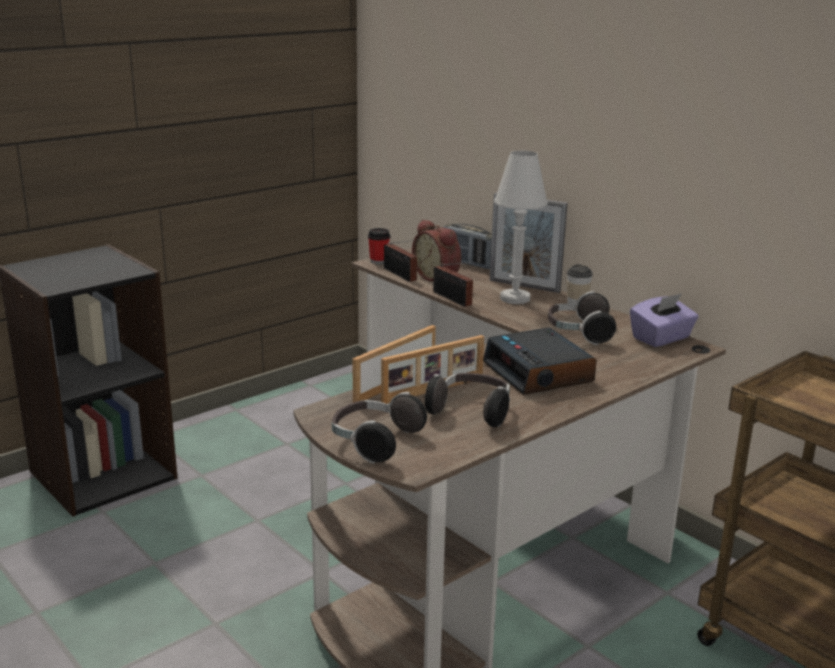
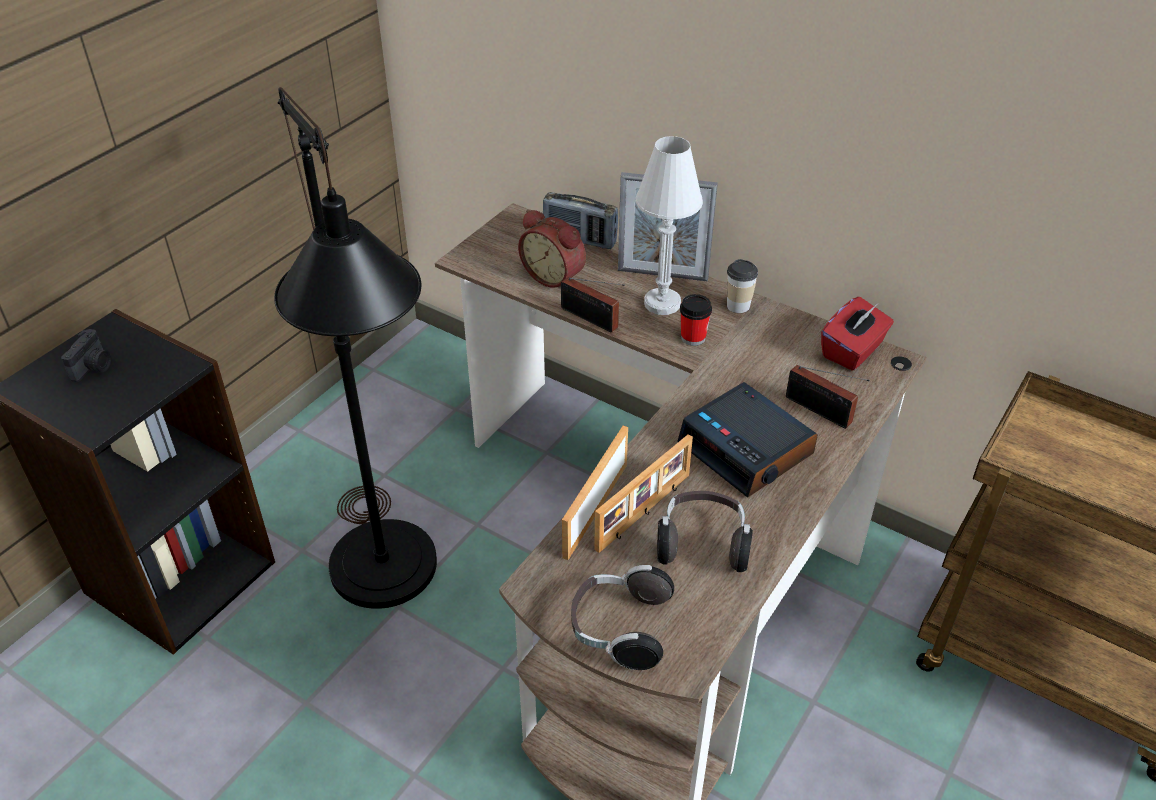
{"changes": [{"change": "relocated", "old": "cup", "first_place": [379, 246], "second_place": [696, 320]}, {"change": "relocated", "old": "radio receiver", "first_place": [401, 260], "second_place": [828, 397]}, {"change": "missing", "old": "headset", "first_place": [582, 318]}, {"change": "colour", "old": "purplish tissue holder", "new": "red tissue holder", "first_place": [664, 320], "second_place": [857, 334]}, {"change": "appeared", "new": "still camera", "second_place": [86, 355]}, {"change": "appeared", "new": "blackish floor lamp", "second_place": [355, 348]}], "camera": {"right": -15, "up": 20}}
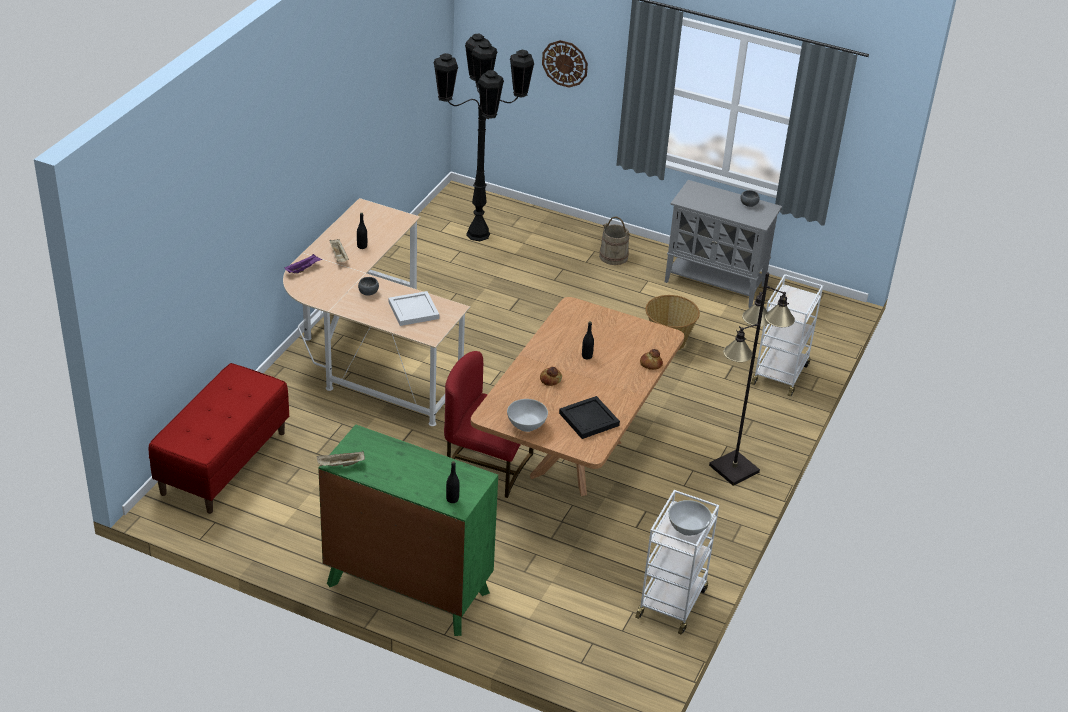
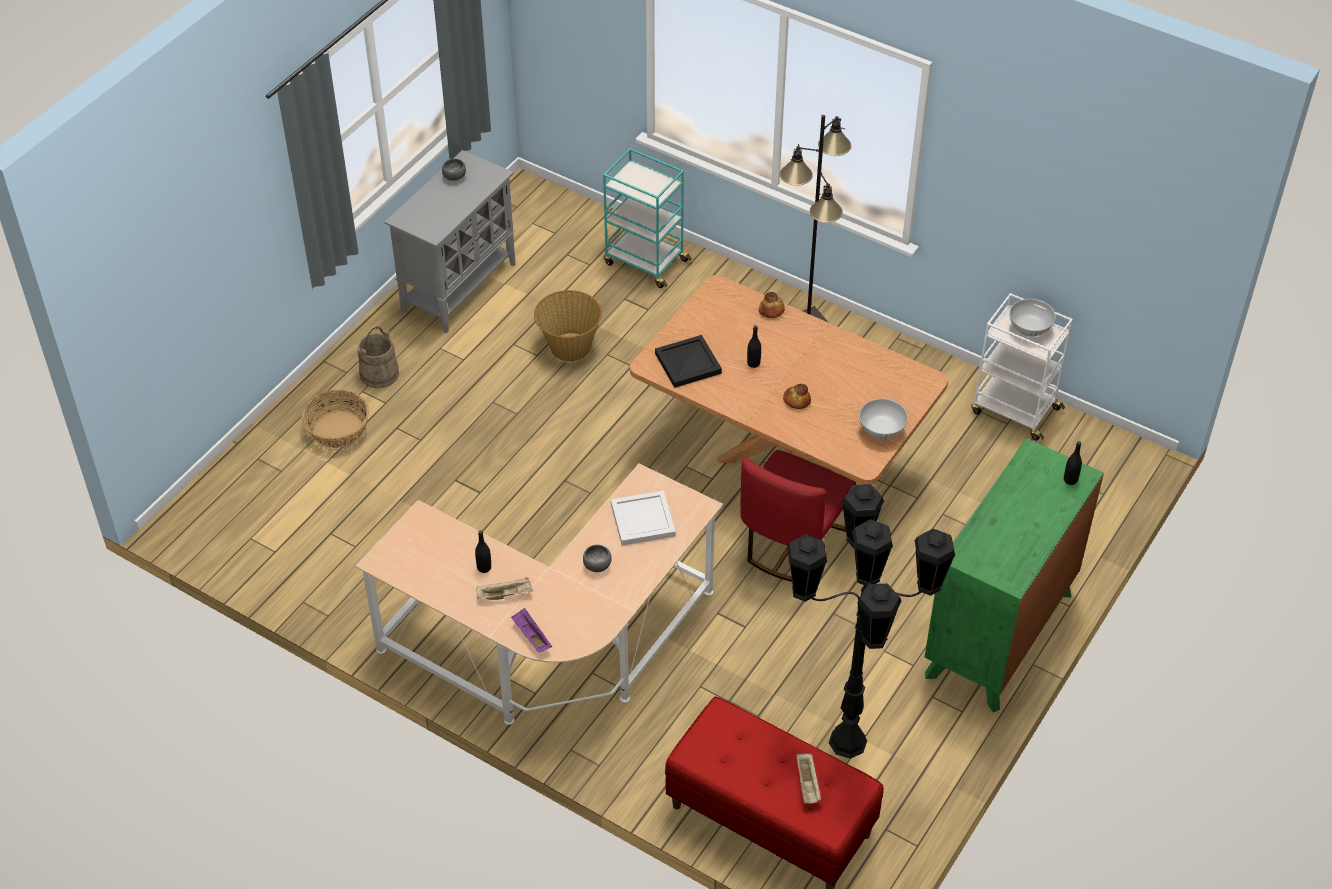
{"changes": [{"change": "relocated", "old": "beige-coloured tray", "first_place": [341, 459], "second_place": [809, 778]}, {"change": "relocated", "old": "blackish floor lamp", "first_place": [484, 137], "second_place": [871, 621]}, {"change": "missing", "old": "clock on the wall", "first_place": [565, 64]}, {"change": "relocated", "old": "blackish tray", "first_place": [589, 417], "second_place": [688, 361]}, {"change": "colour", "old": "white-coloured wheeled cart", "new": "blue-green wheeled cart", "first_place": [787, 335], "second_place": [647, 218]}, {"change": "appeared", "new": "storage basket", "second_place": [335, 418]}], "camera": {"right": -80, "up": 10}}
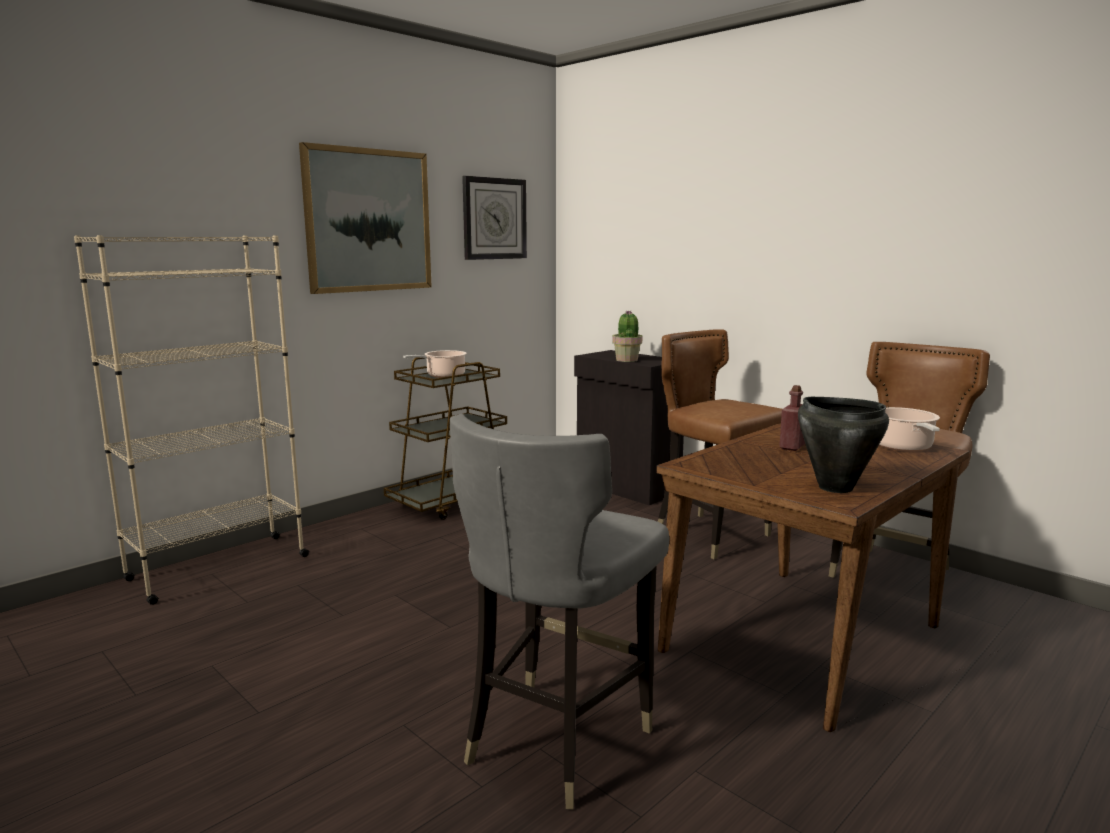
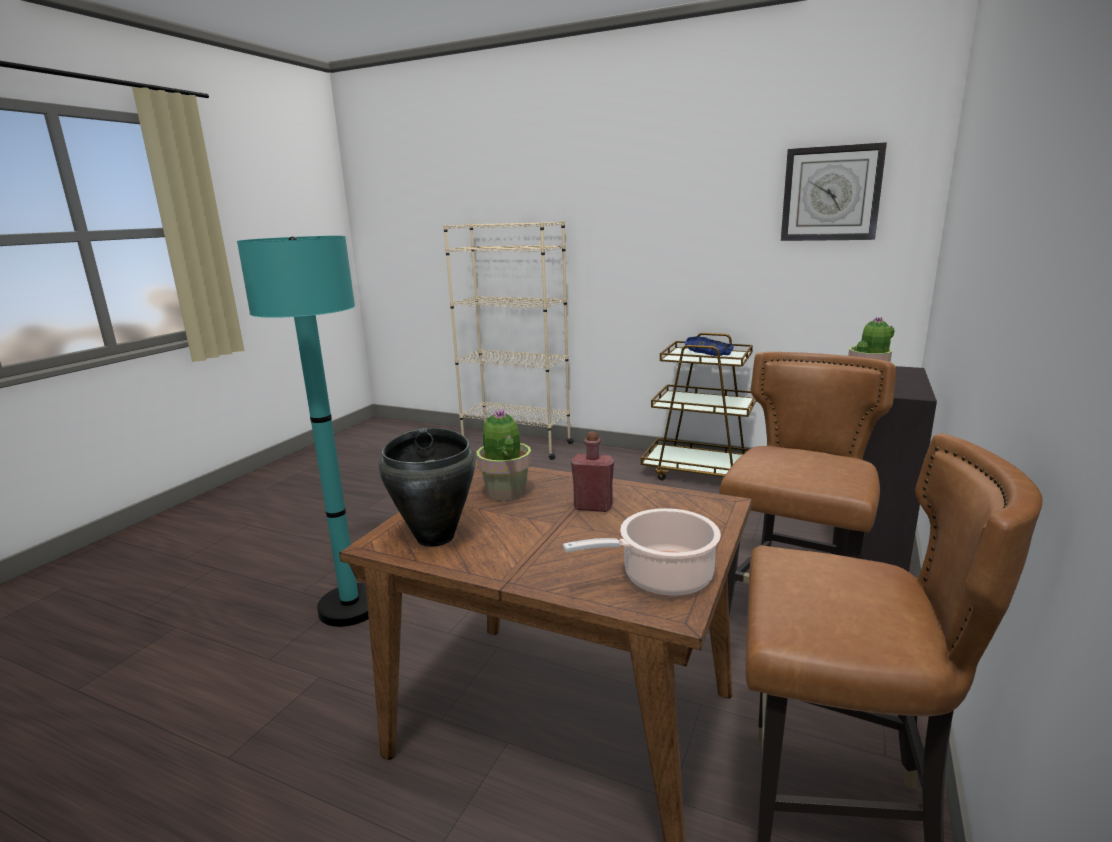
{"changes": [{"change": "missing", "old": "wall art", "first_place": [365, 218]}, {"change": "exchanged", "old": "saucepot", "new": "bluish deep dish", "first_place": [435, 364], "second_place": [709, 346]}, {"change": "exchanged", "old": "greyish plain chair", "new": "blue-green floor lamp", "first_place": [559, 612], "second_place": [303, 431]}, {"change": "appeared", "new": "potted plant", "second_place": [504, 455]}], "camera": {"right": 70, "up": 5}}
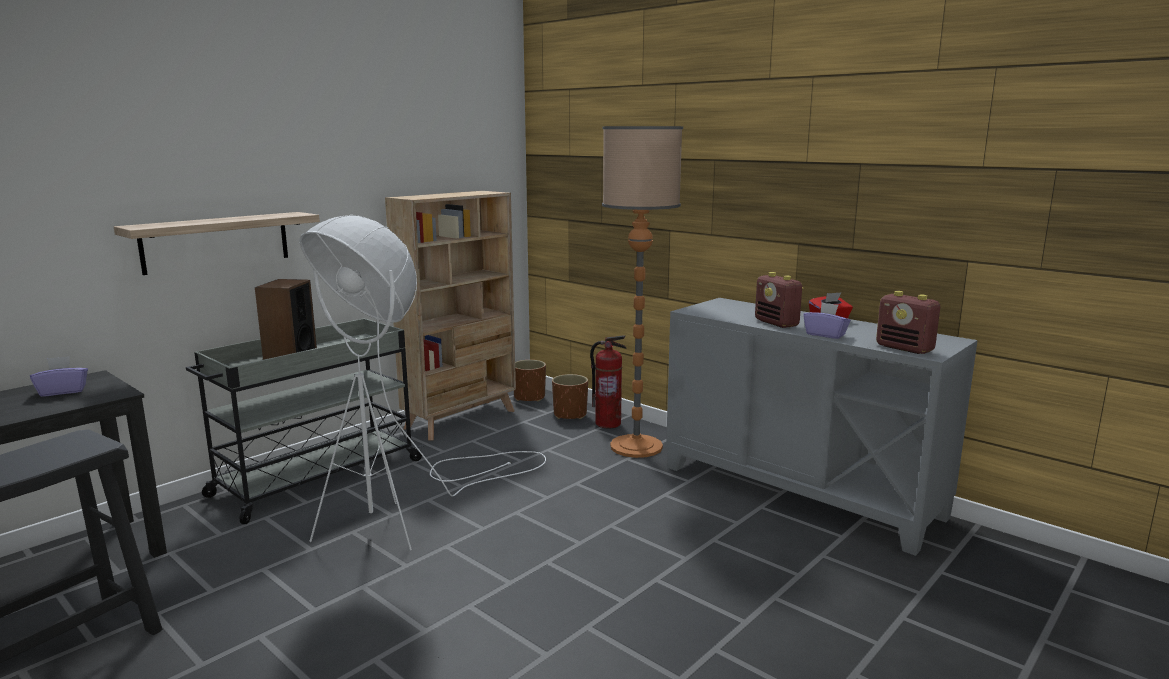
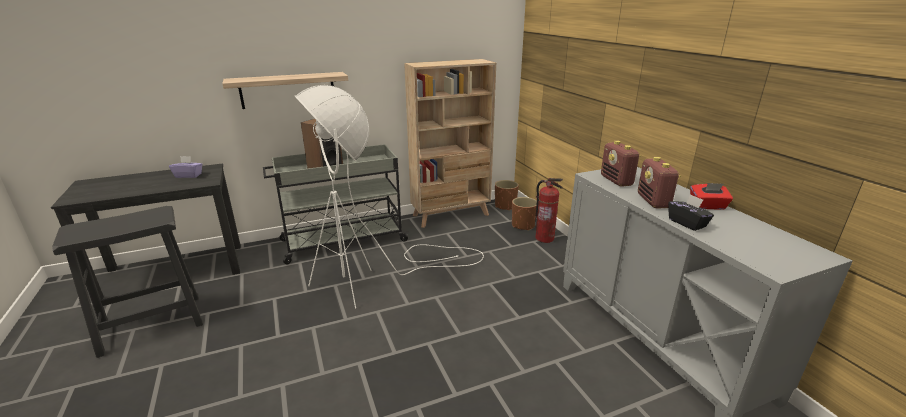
{"changes": [{"change": "missing", "old": "floor lamp", "first_place": [642, 292]}, {"change": "colour", "old": "purplish tissue holder", "new": "blackish tissue holder", "first_place": [827, 320], "second_place": [691, 212]}, {"change": "relocated", "old": "radio receiver", "first_place": [908, 322], "second_place": [621, 163]}], "camera": {"right": 25, "up": 10}}
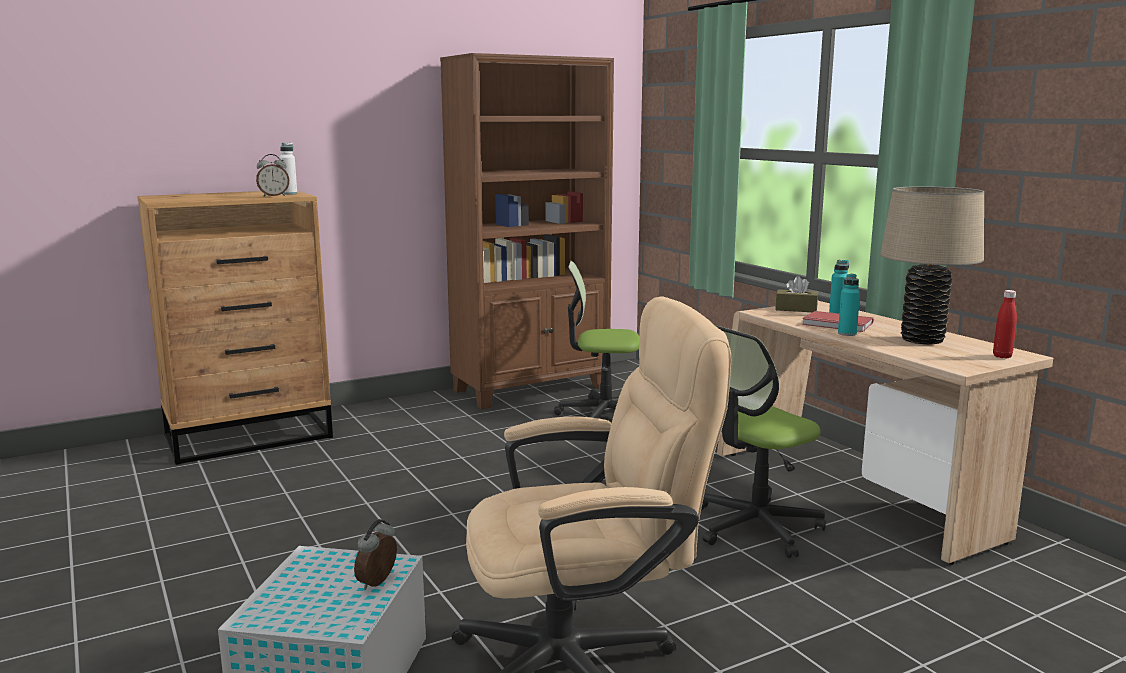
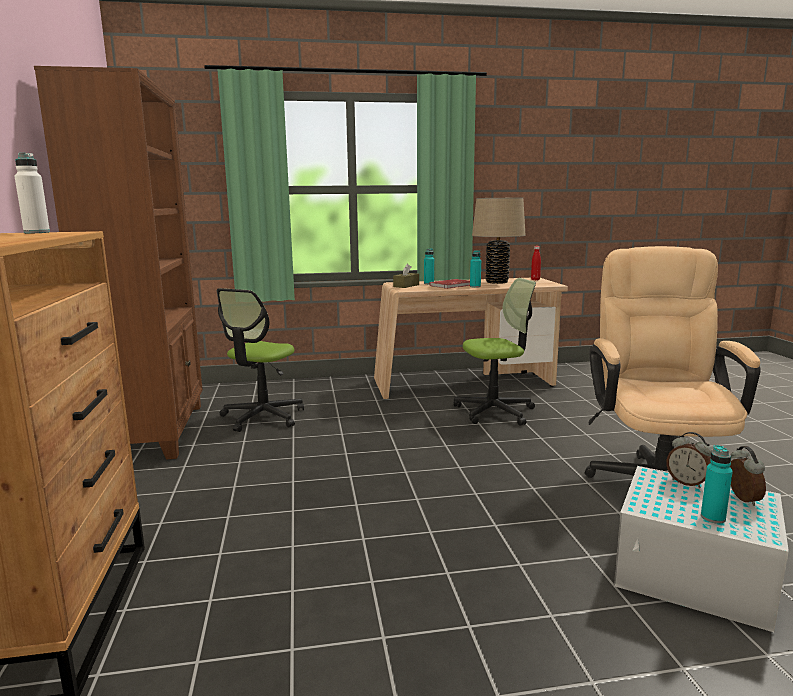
{"changes": [{"change": "relocated", "old": "alarm clock", "first_place": [272, 175], "second_place": [748, 476]}, {"change": "spun", "old": "computer chair", "first_place": [763, 441], "second_place": [494, 352], "degrees": -90}, {"change": "appeared", "new": "blue-green bottle", "second_place": [717, 484]}], "camera": {"right": -70, "up": 0}}
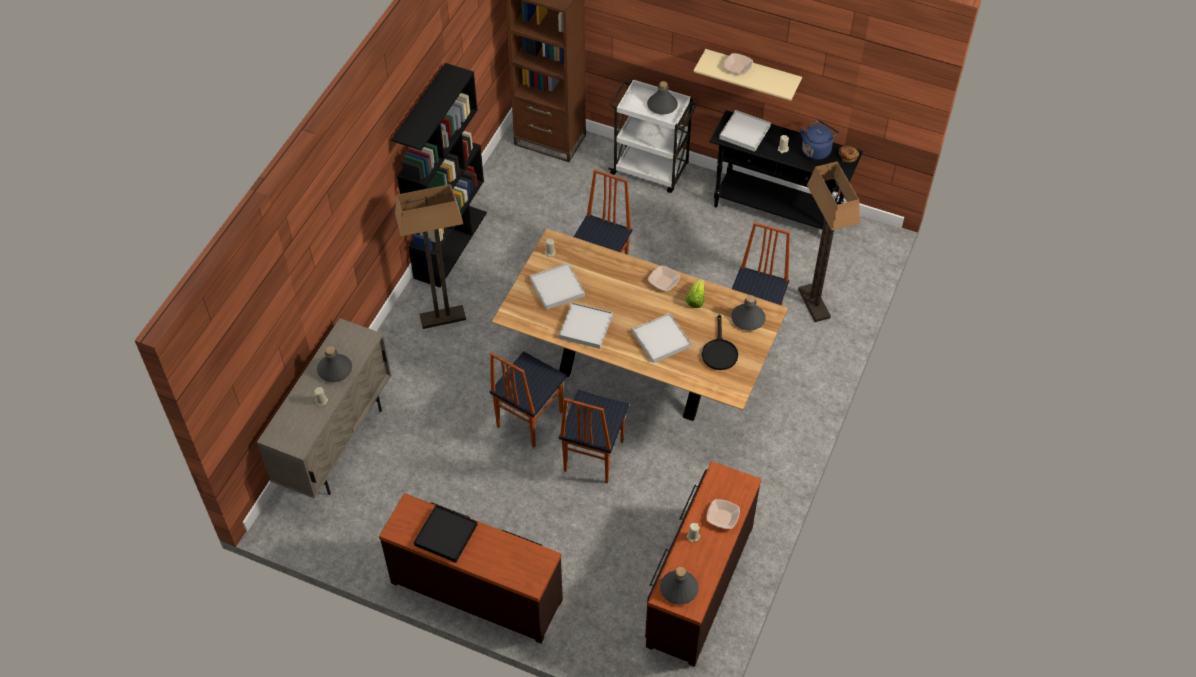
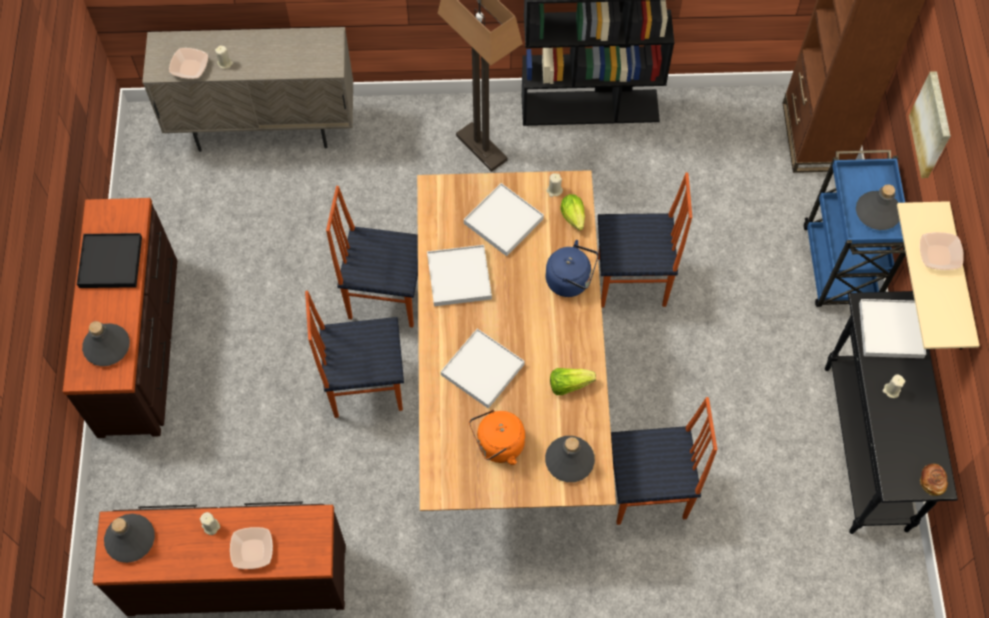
{"changes": [{"change": "relocated", "old": "greyish bottle", "first_place": [334, 364], "second_place": [106, 343]}, {"change": "colour", "old": "white-coloured wheeled cart", "new": "bluish wheeled cart", "first_place": [653, 135], "second_place": [854, 228]}, {"change": "relocated", "old": "deep dish", "first_place": [664, 278], "second_place": [188, 63]}, {"change": "exchanged", "old": "blackish pan", "new": "orange tea kettle", "first_place": [720, 342], "second_place": [497, 437]}, {"change": "missing", "old": "floor lamp", "first_place": [829, 241]}, {"change": "relocated", "old": "bluish tea kettle", "first_place": [820, 139], "second_place": [572, 268]}, {"change": "appeared", "new": "lettuce head", "second_place": [572, 212]}, {"change": "appeared", "new": "wall art", "second_place": [930, 124]}], "camera": {"right": 65, "up": 10}}
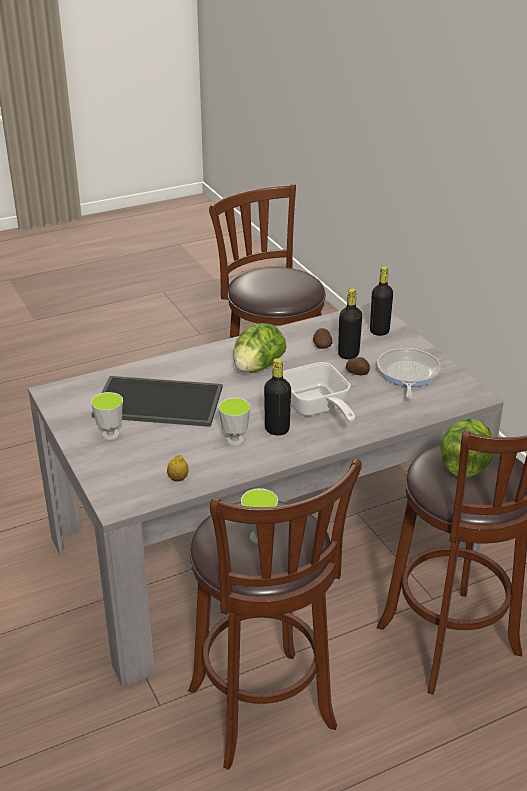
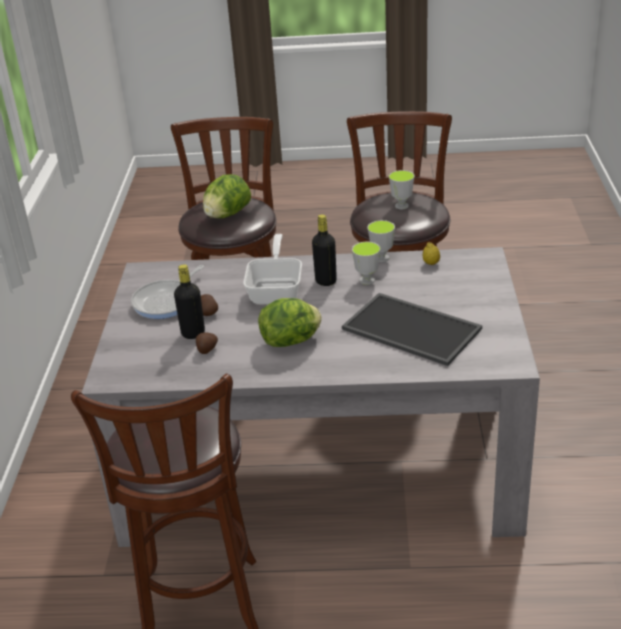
{"changes": [{"change": "relocated", "old": "cup", "first_place": [107, 416], "second_place": [381, 241]}, {"change": "missing", "old": "blackish bottle", "first_place": [381, 301]}], "camera": {"right": -150, "up": 0}}
